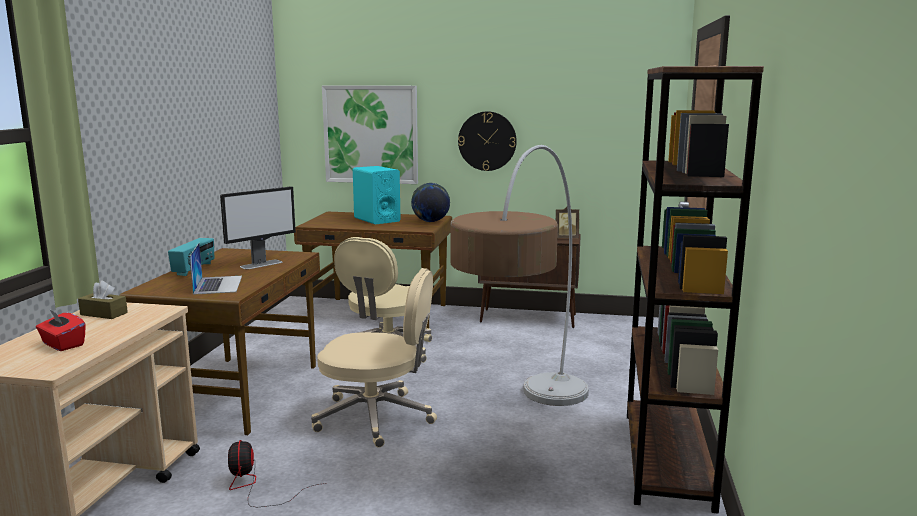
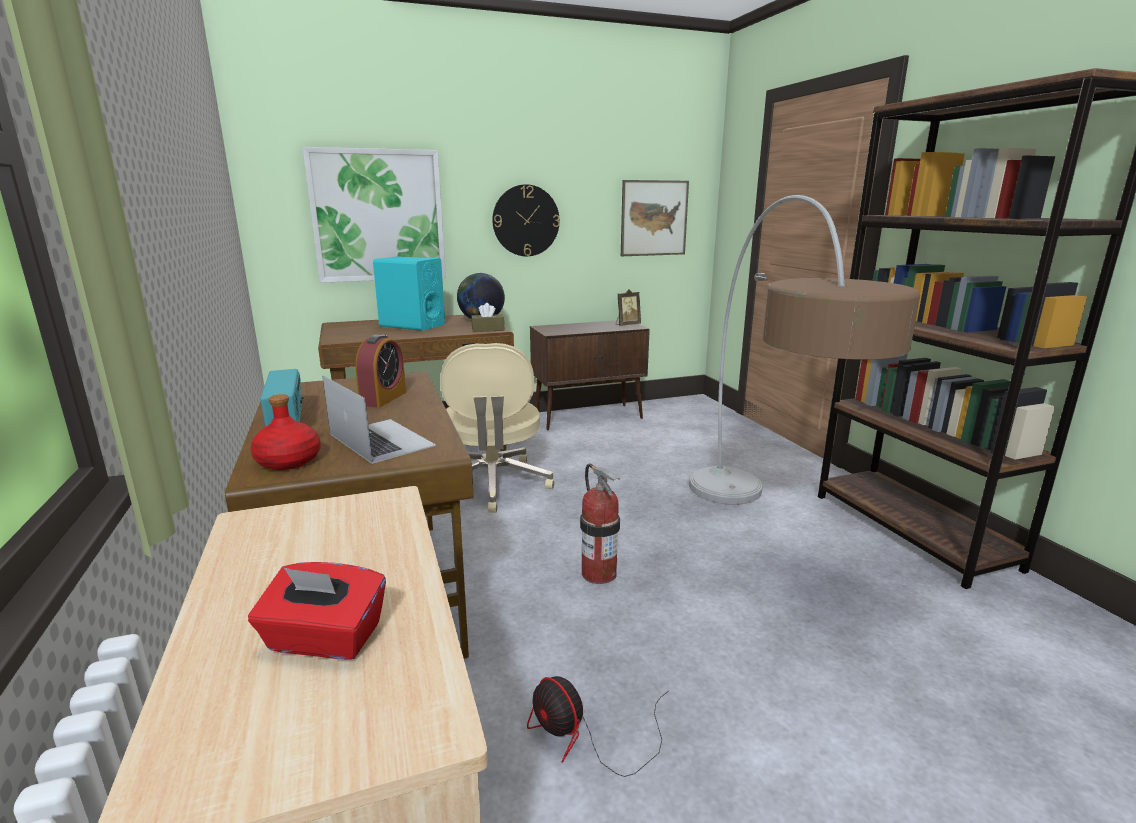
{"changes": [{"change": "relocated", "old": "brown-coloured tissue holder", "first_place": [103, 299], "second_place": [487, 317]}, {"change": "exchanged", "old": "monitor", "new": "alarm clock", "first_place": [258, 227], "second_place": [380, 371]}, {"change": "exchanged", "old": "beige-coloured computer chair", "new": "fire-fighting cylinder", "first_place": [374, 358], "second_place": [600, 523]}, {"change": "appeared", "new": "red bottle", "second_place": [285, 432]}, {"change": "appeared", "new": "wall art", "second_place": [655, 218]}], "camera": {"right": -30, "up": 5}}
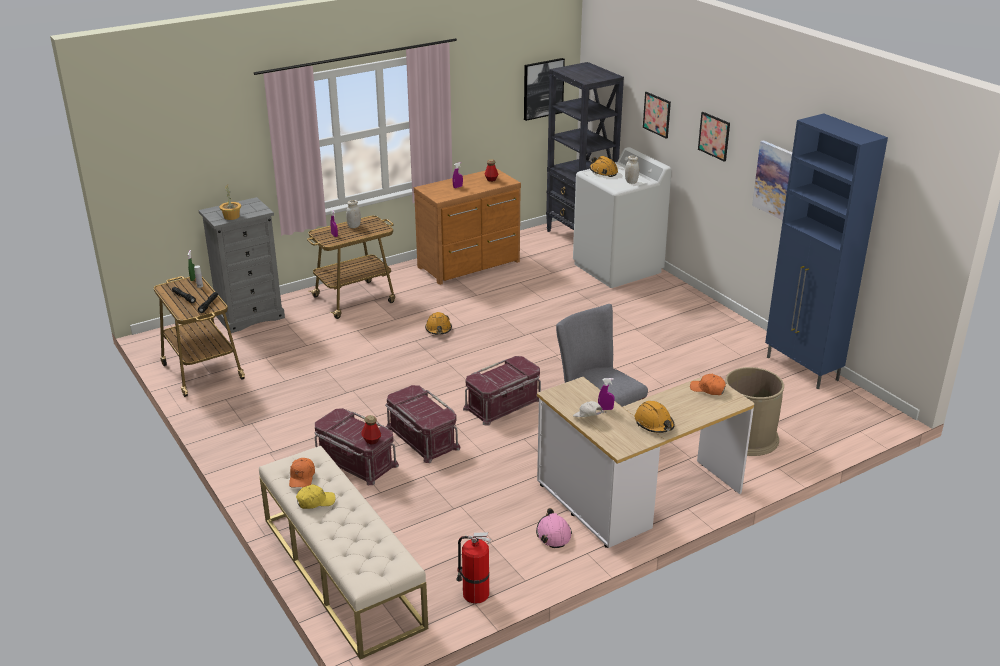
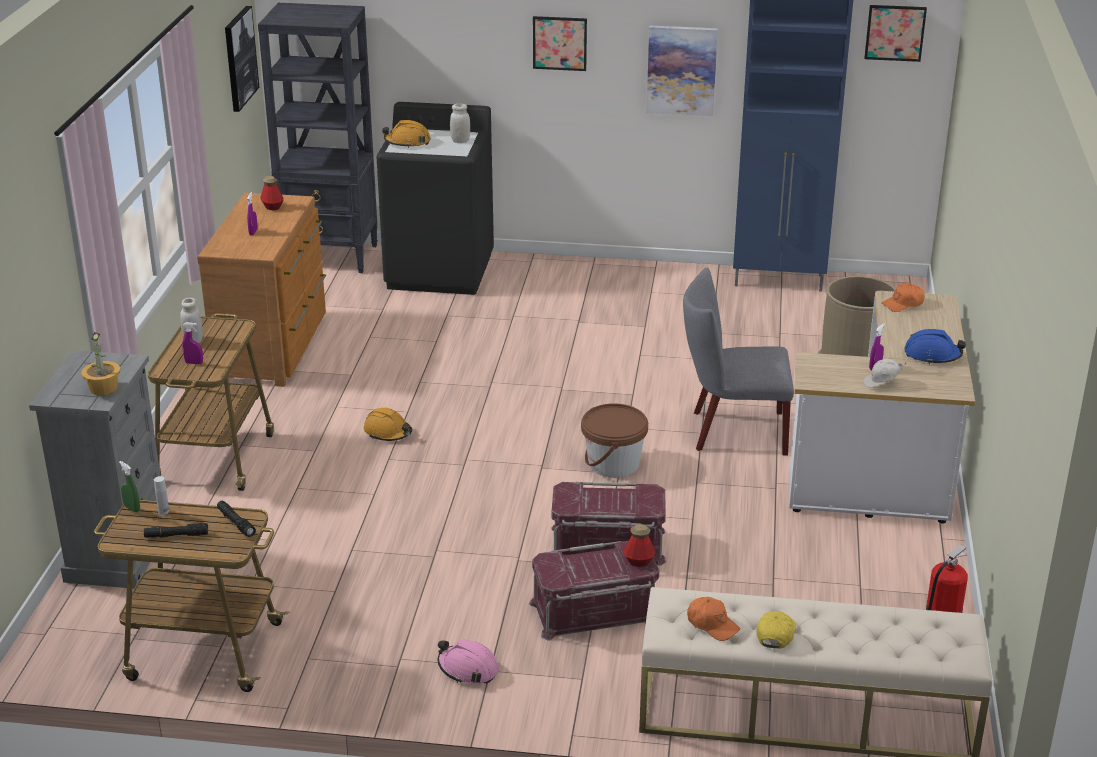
{"changes": [{"change": "exchanged", "old": "red storage container", "new": "brown-coloured bucket", "first_place": [502, 391], "second_place": [614, 440]}, {"change": "relocated", "old": "pink work helmet", "first_place": [554, 528], "second_place": [468, 661]}, {"change": "colour", "old": "white-coloured washing machine", "new": "blackish washing machine", "first_place": [622, 217], "second_place": [435, 198]}, {"change": "colour", "old": "orange work helmet", "new": "bluish work helmet", "first_place": [655, 417], "second_place": [935, 346]}, {"change": "relocated", "old": "wall art", "first_place": [657, 115], "second_place": [895, 33]}], "camera": {"right": -50, "up": 0}}
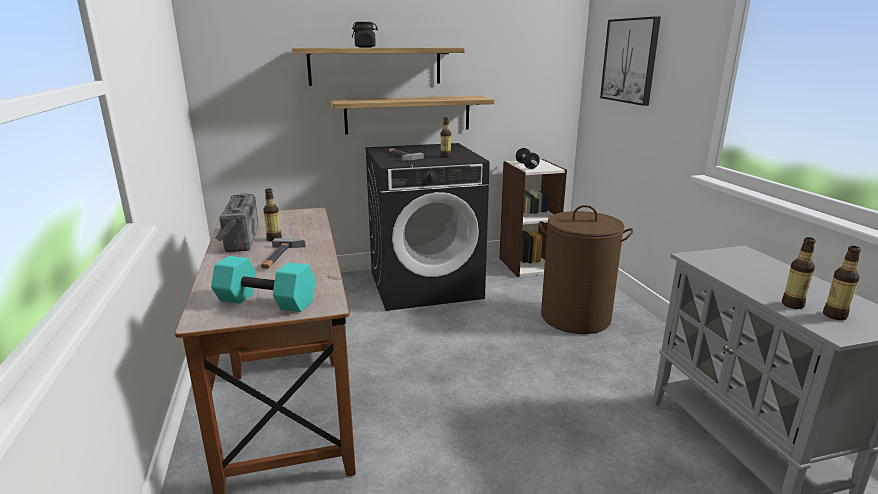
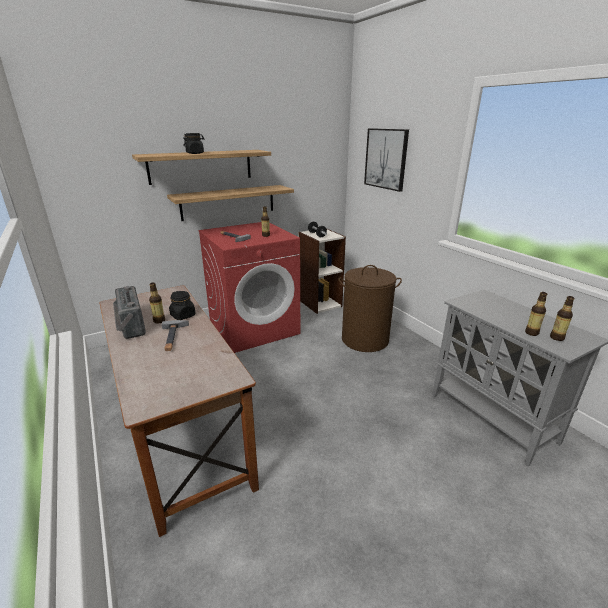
{"changes": [{"change": "missing", "old": "blue-green hand weight", "first_place": [263, 284]}, {"change": "colour", "old": "blackish washing machine", "new": "red washing machine", "first_place": [427, 227], "second_place": [249, 287]}, {"change": "appeared", "new": "blackish jar", "second_place": [182, 305]}], "camera": {"right": -15, "up": 5}}
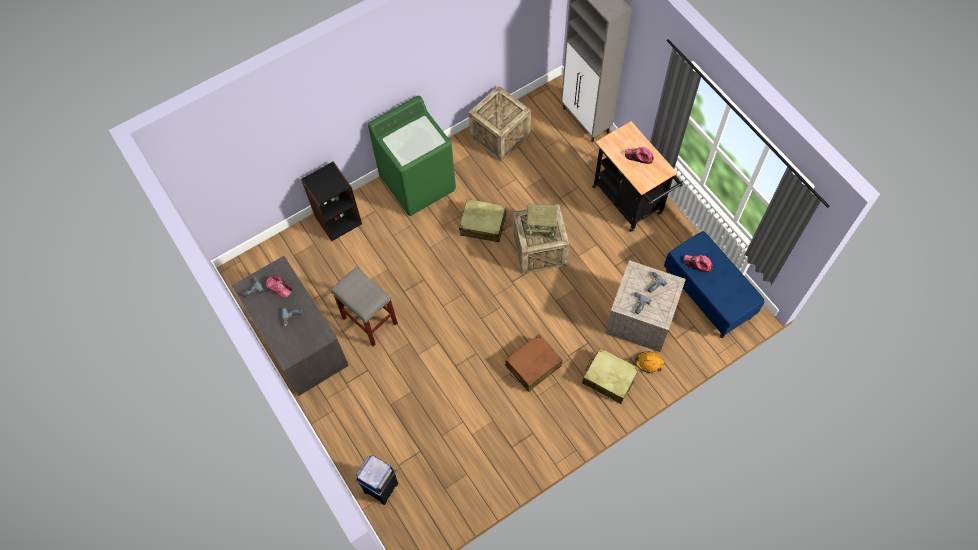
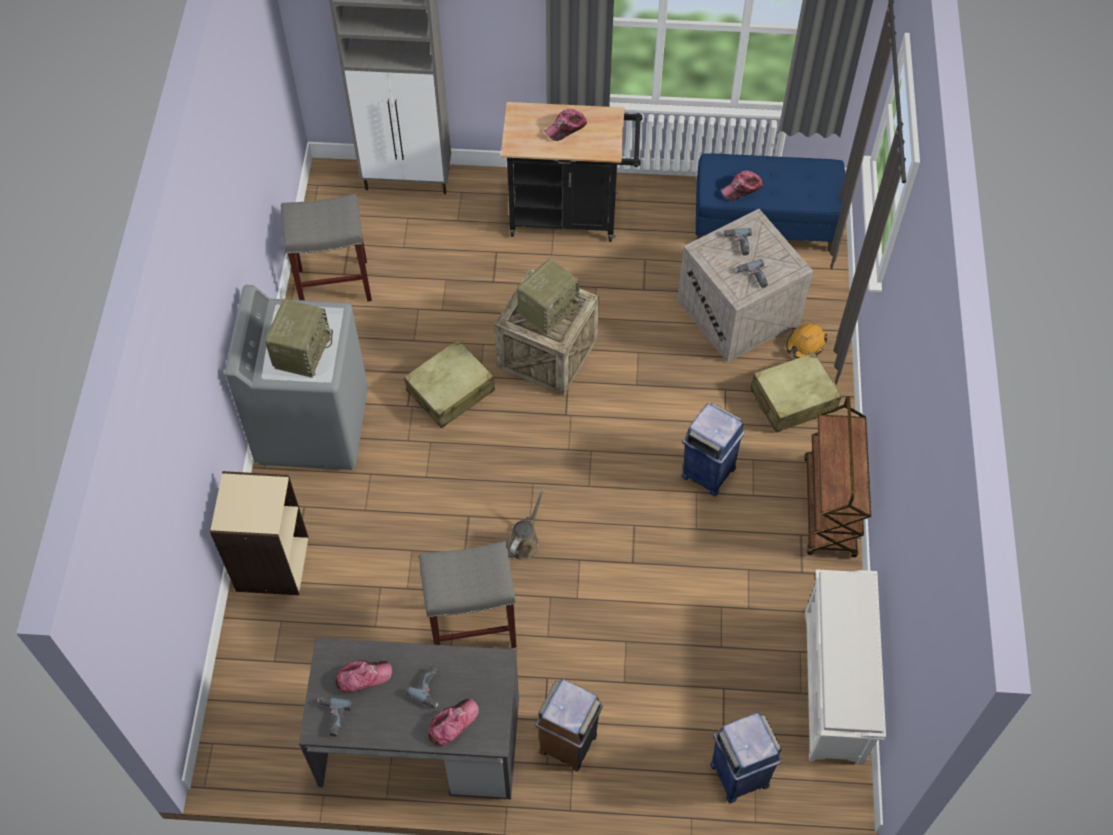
{"changes": [{"change": "colour", "old": "blackish bookcase", "new": "beige-coloured bookcase", "first_place": [331, 201], "second_place": [259, 533]}, {"change": "colour", "old": "greenish washing machine", "new": "greyish washing machine", "first_place": [412, 156], "second_place": [296, 377]}, {"change": "exchanged", "old": "crate", "new": "greyish stool", "first_place": [500, 124], "second_place": [326, 248]}, {"change": "exchanged", "old": "brown-coloured piece of luggage", "new": "bluish waste bin", "first_place": [533, 363], "second_place": [713, 449]}, {"change": "appeared", "new": "radio receiver", "second_place": [299, 338]}, {"change": "appeared", "new": "cap", "second_place": [453, 722]}, {"change": "appeared", "new": "brown-coloured watering can", "second_place": [526, 524]}, {"change": "appeared", "new": "brown-coloured waste bin", "second_place": [569, 725]}, {"change": "appeared", "new": "brown-coloured wheeled cart", "second_place": [837, 476]}, {"change": "appeared", "new": "white-coloured shoe rack", "second_place": [845, 667]}], "camera": {"right": -55, "up": -5}}
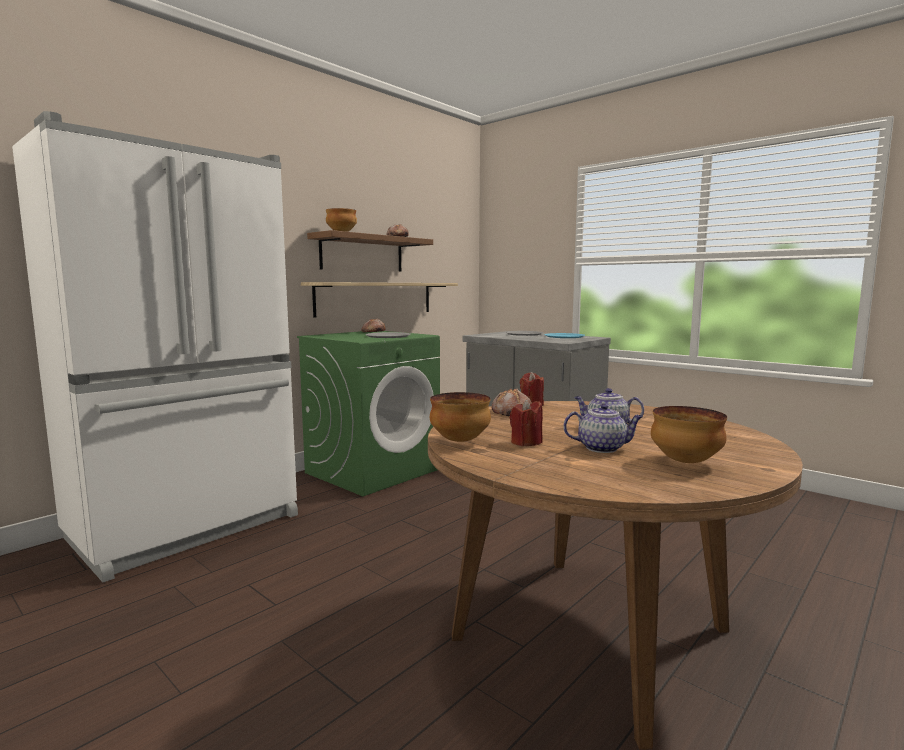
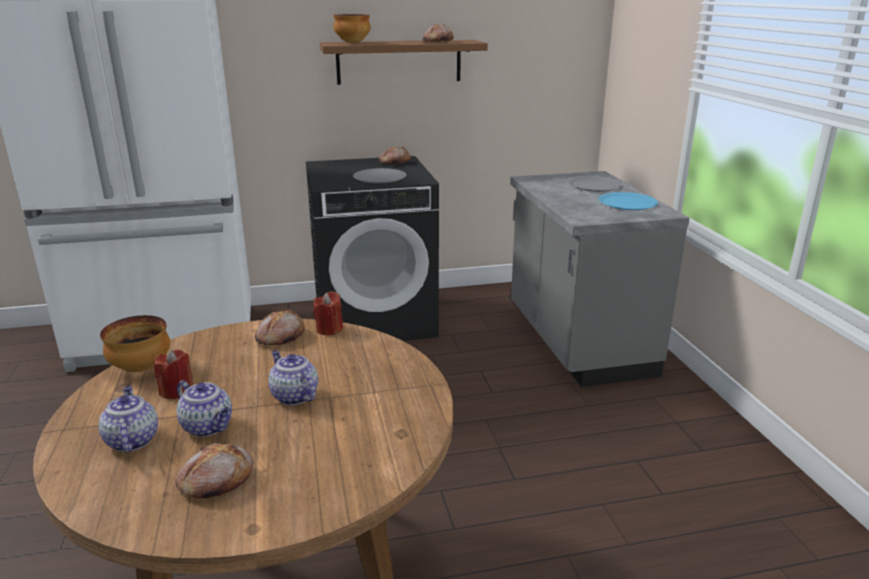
{"changes": [{"change": "colour", "old": "greenish washing machine", "new": "blackish washing machine", "first_place": [368, 413], "second_place": [372, 248]}, {"change": "missing", "old": "bracket shelf", "first_place": [379, 299]}, {"change": "exchanged", "old": "deep dish", "new": "bakery bread", "first_place": [689, 434], "second_place": [215, 471]}, {"change": "appeared", "new": "tea pot", "second_place": [128, 419]}], "camera": {"right": 35, "up": 15}}
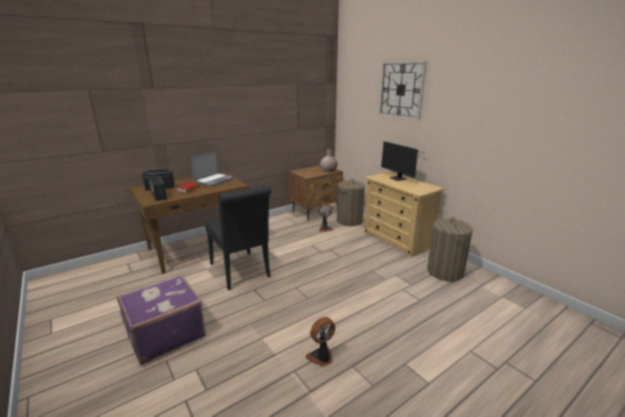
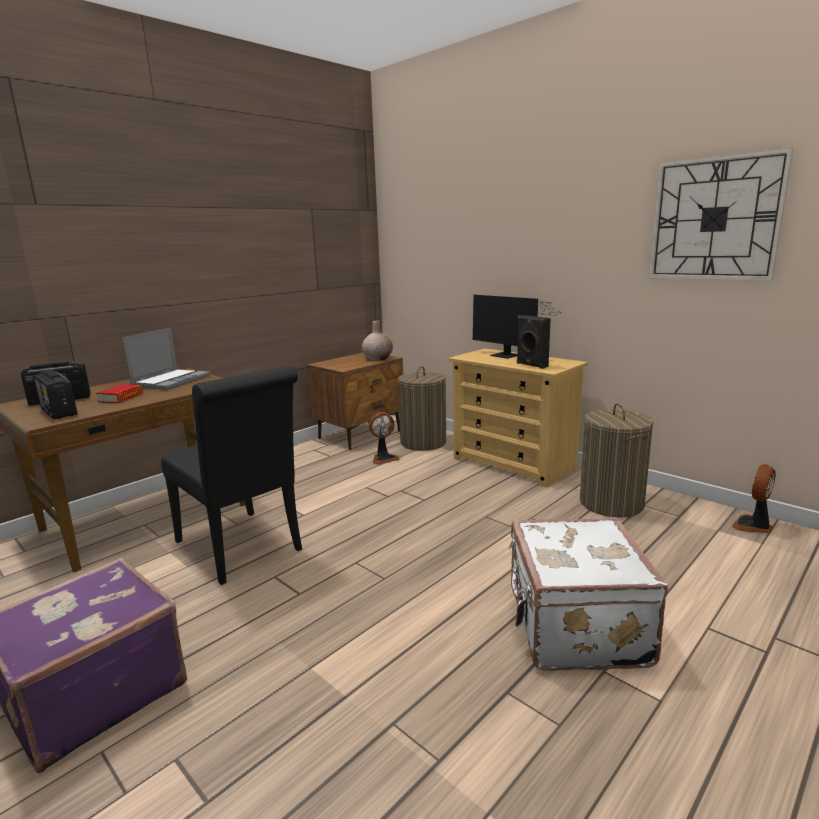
{"changes": [{"change": "relocated", "old": "electric fan", "first_place": [320, 342], "second_place": [753, 498]}, {"change": "relocated", "old": "clock on the wall", "first_place": [403, 90], "second_place": [721, 214]}, {"change": "appeared", "new": "white-coloured piece of luggage", "second_place": [588, 594]}, {"change": "appeared", "new": "blackish loudspeaker", "second_place": [534, 342]}], "camera": {"right": -10, "up": -5}}
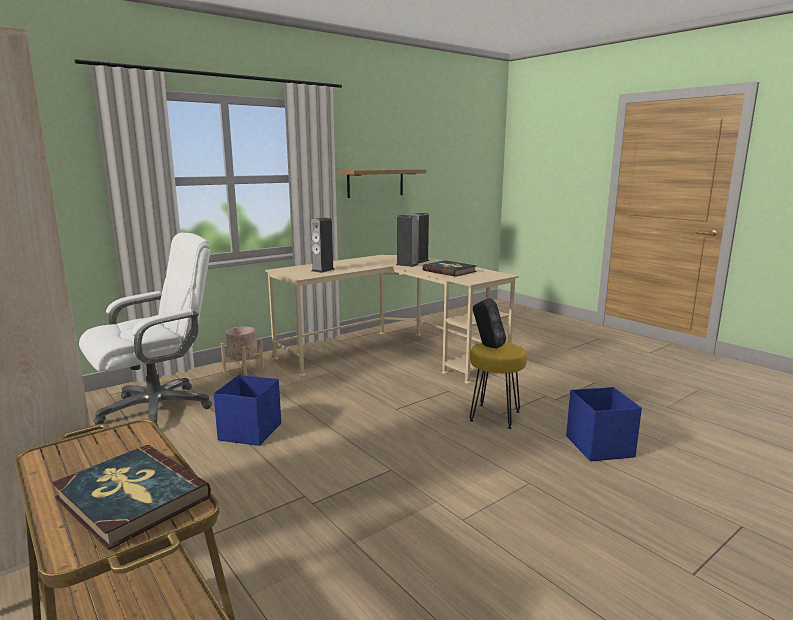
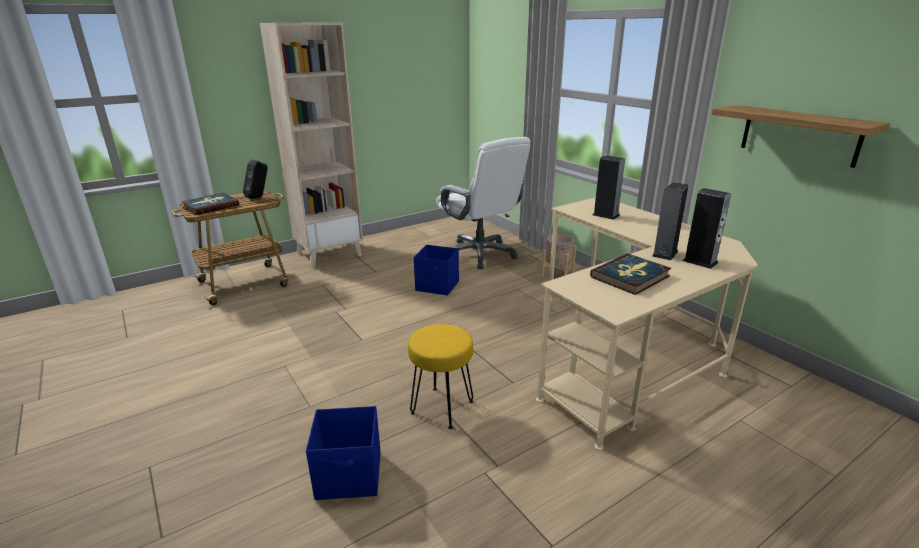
{"changes": [{"change": "relocated", "old": "blackish loudspeaker", "first_place": [489, 323], "second_place": [255, 179]}], "camera": {"right": 95, "up": 10}}
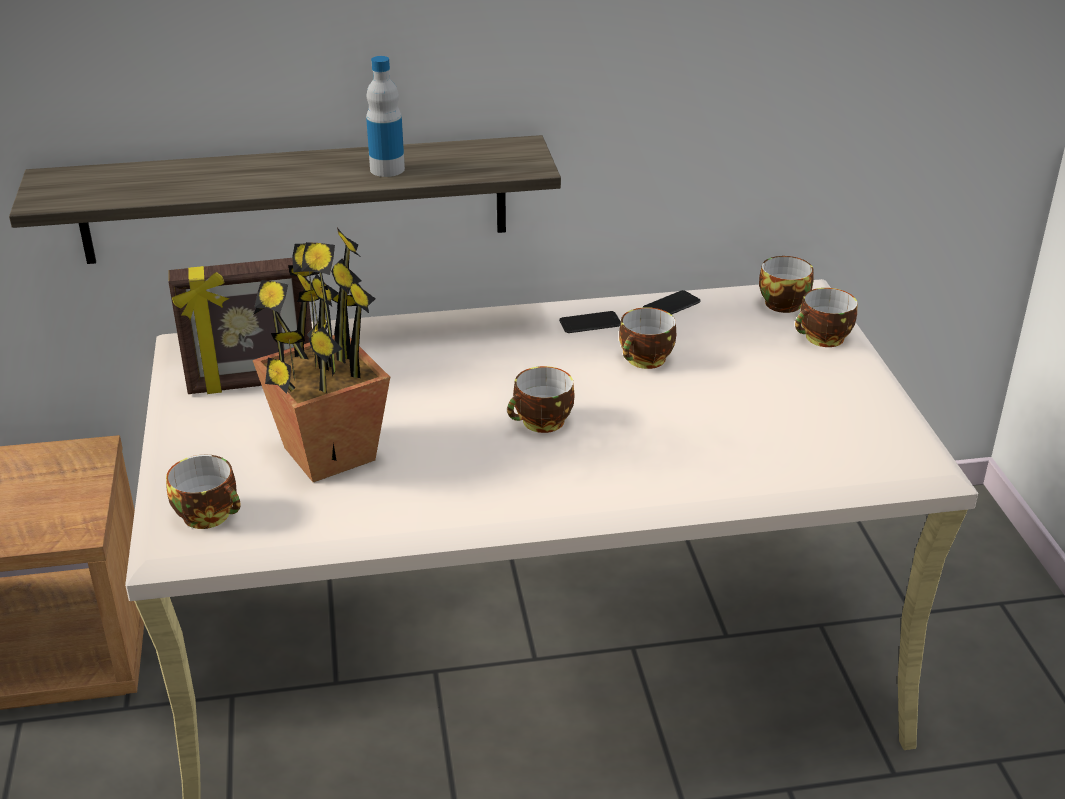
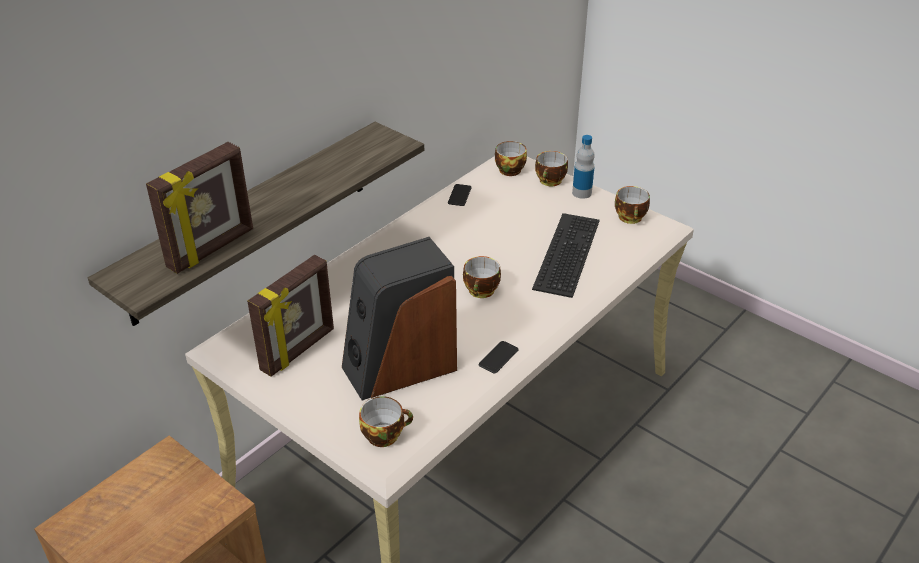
{"changes": [{"change": "exchanged", "old": "potted plant", "new": "loudspeaker", "first_place": [321, 355], "second_place": [399, 318]}, {"change": "relocated", "old": "bottle", "first_place": [385, 116], "second_place": [583, 167]}, {"change": "relocated", "old": "handset", "first_place": [590, 322], "second_place": [499, 357]}, {"change": "relocated", "old": "cup", "first_place": [647, 338], "second_place": [632, 205]}, {"change": "appeared", "new": "standing frame", "second_place": [199, 208]}, {"change": "appeared", "new": "computer keyboard", "second_place": [566, 255]}], "camera": {"right": -40, "up": 5}}
